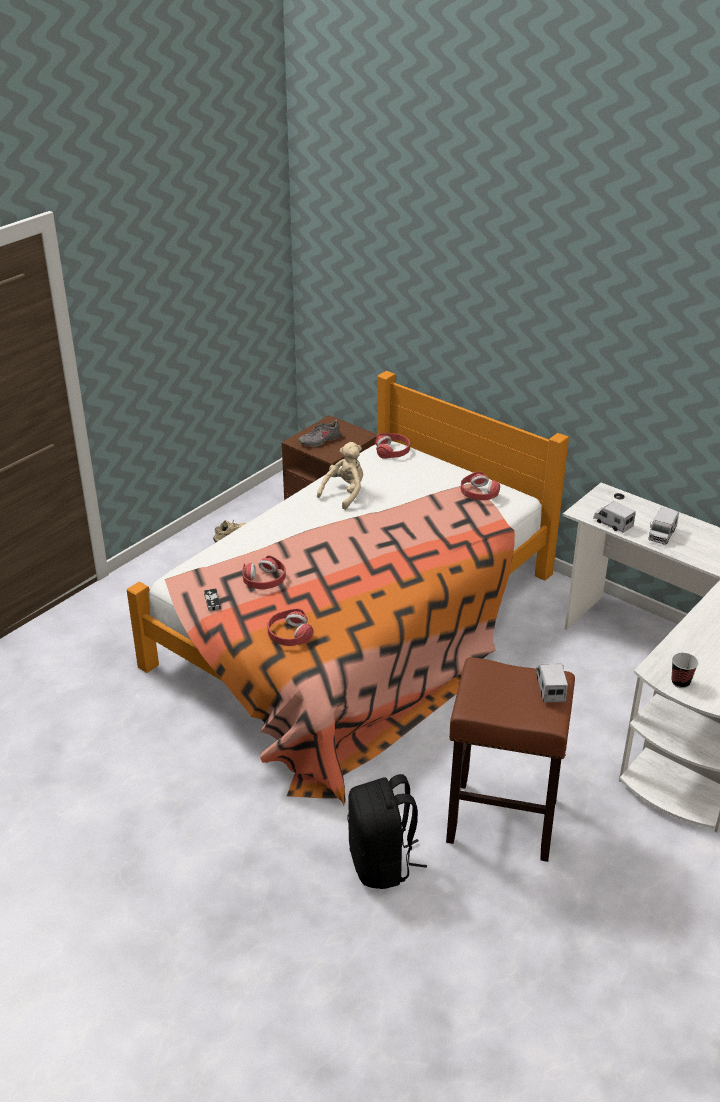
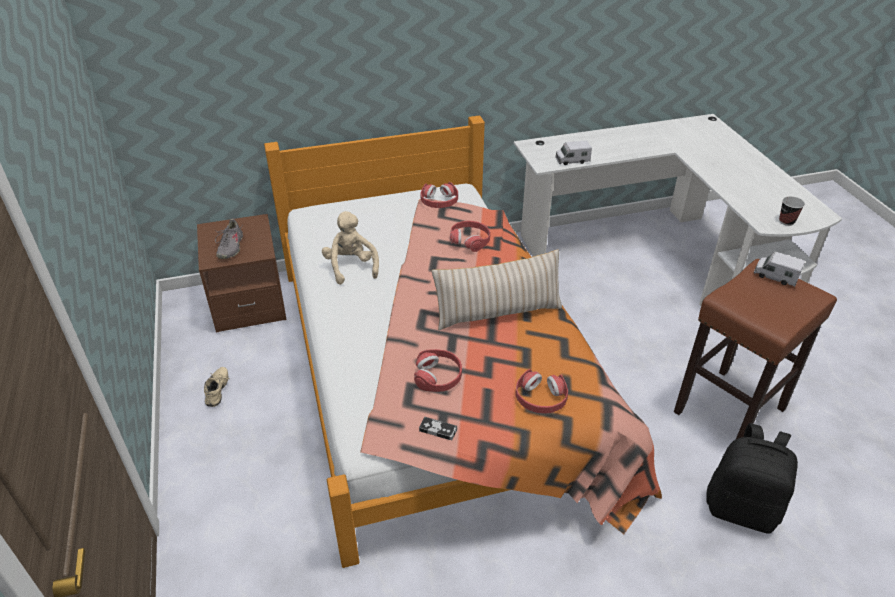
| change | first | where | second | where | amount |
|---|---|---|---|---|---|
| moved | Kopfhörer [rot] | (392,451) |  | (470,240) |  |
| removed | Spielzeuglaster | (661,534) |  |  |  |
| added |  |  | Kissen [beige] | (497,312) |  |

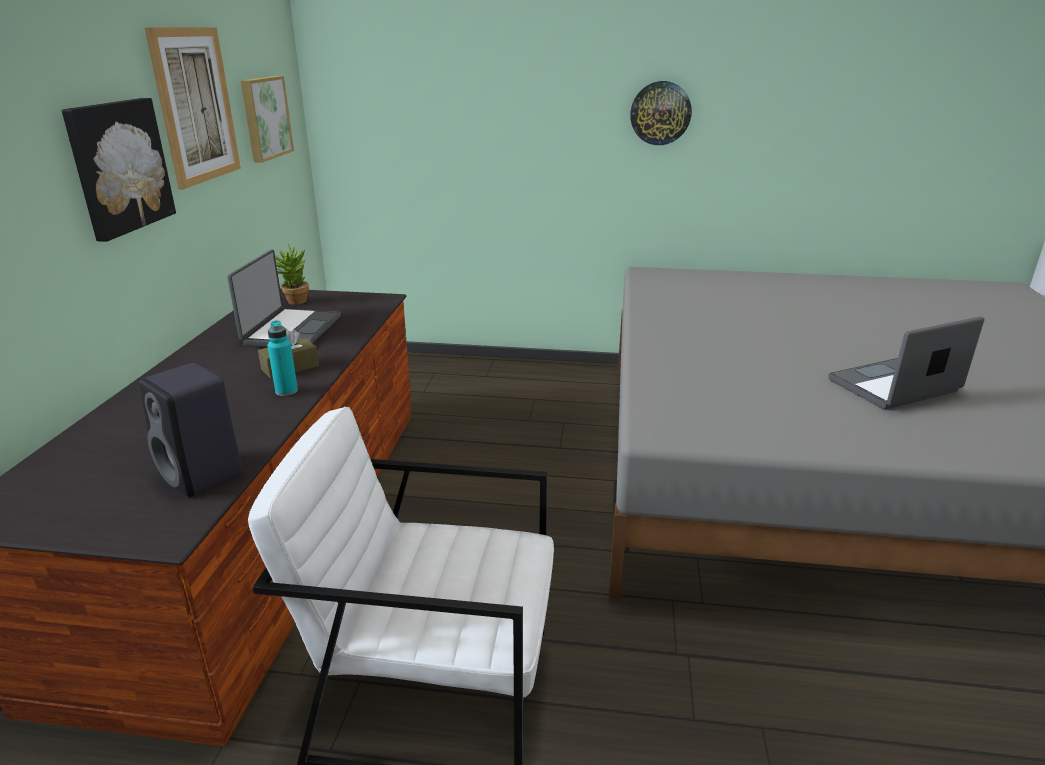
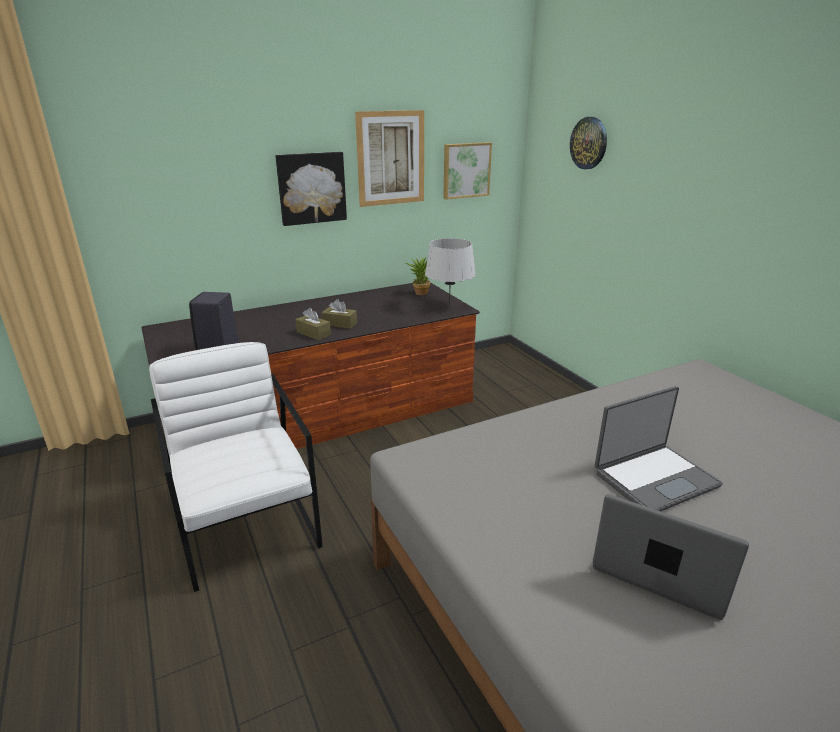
| change | first | where | second | where | amount |
|---|---|---|---|---|---|
| moved | Wanduhr | (660,113) |  | (589,143) |  |
| moved | Laptop | (291,330) |  | (654,478) |  |
| replaced | Flasche [türkis] | (286,391) | Taschentuchbox [braun] | (313,333) |  |
| added |  |  | Tischlampe [grau] | (449,305) |  |

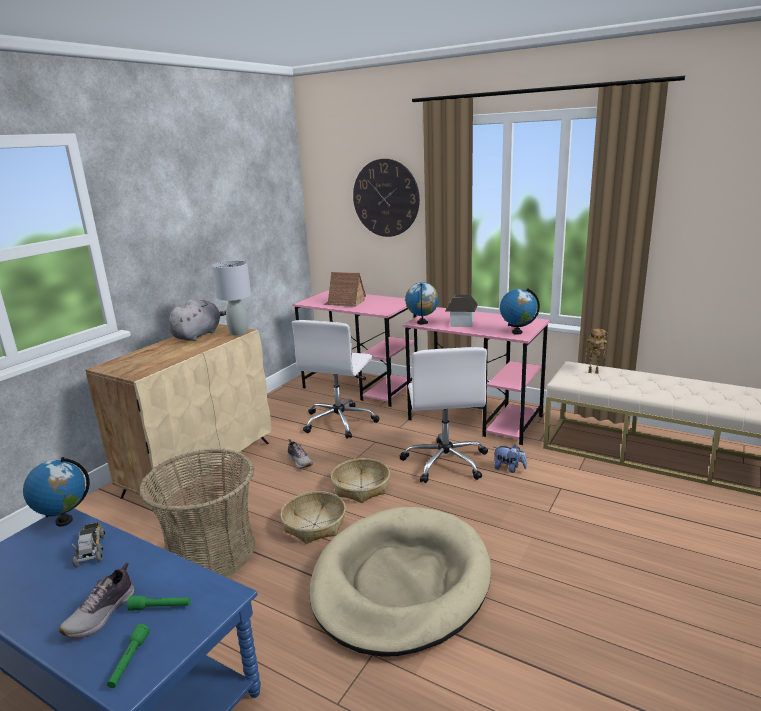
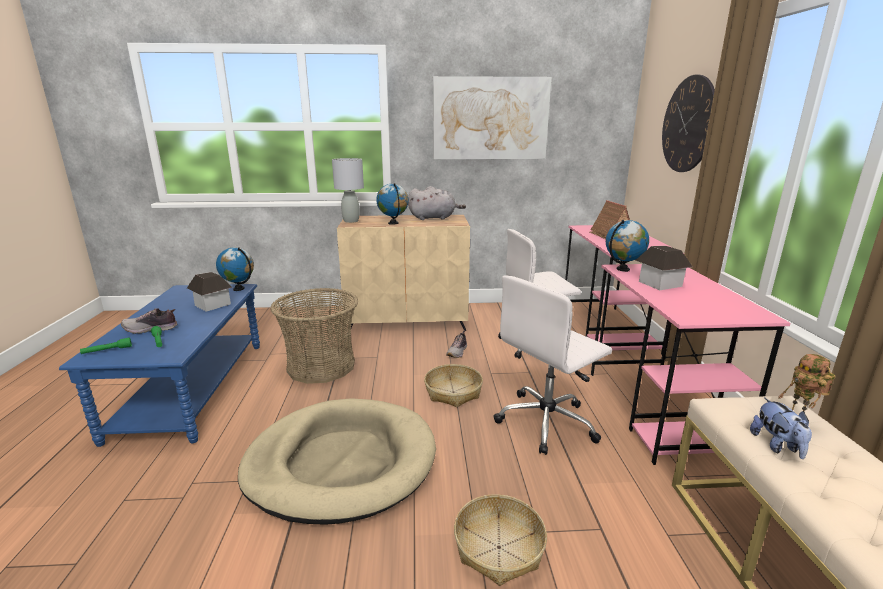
| change | first | where | second | where | amount |
|---|---|---|---|---|---|
| moved | Tischlampe [grau] | (239,333) |  | (351,221) |  |
| moved | Globus | (517,332) |  | (393,223) |  |
| moved | Plüschtier | (509,469) |  | (777,446) |  |
| moved | Korb | (315,524) |  | (499,547) |  |
| replaced | Spielzeuglaster | (91,549) | Spielzeughaus | (212,304) |  |
| added |  |  | Bild | (490,119) |  |

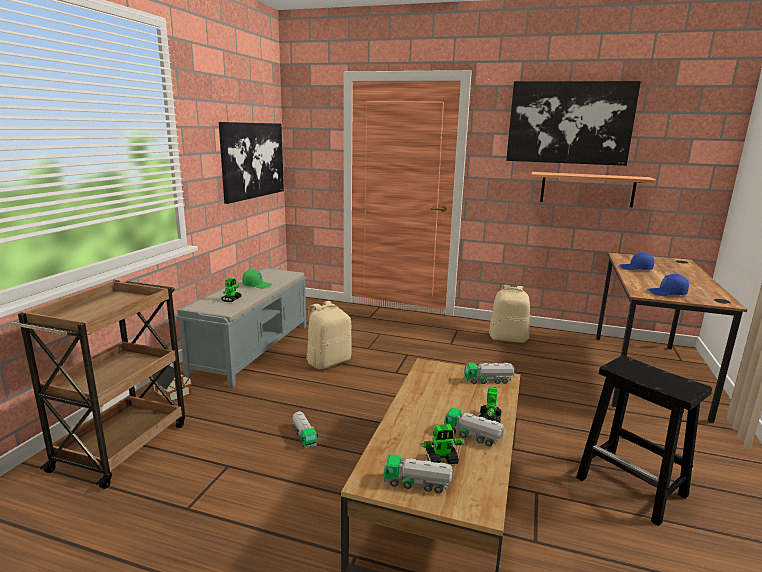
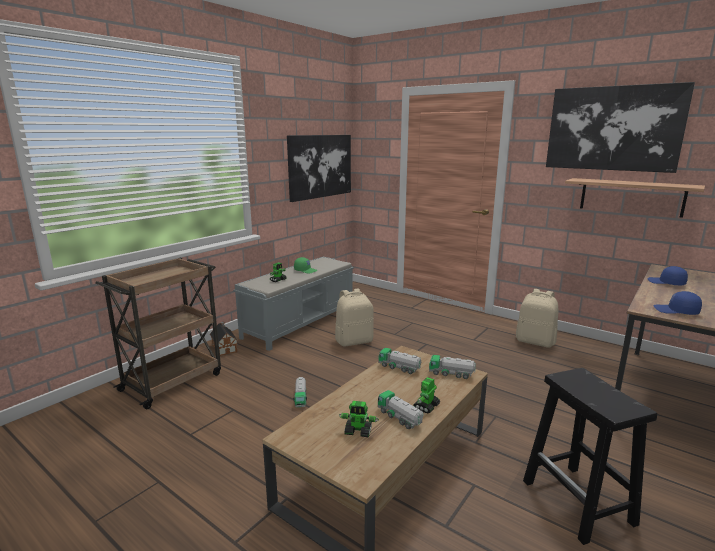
| change | first | where | second | where | amount |
|---|---|---|---|---|---|
| moved | Spielzeuglaster | (417,483) |  | (399,368) |  |

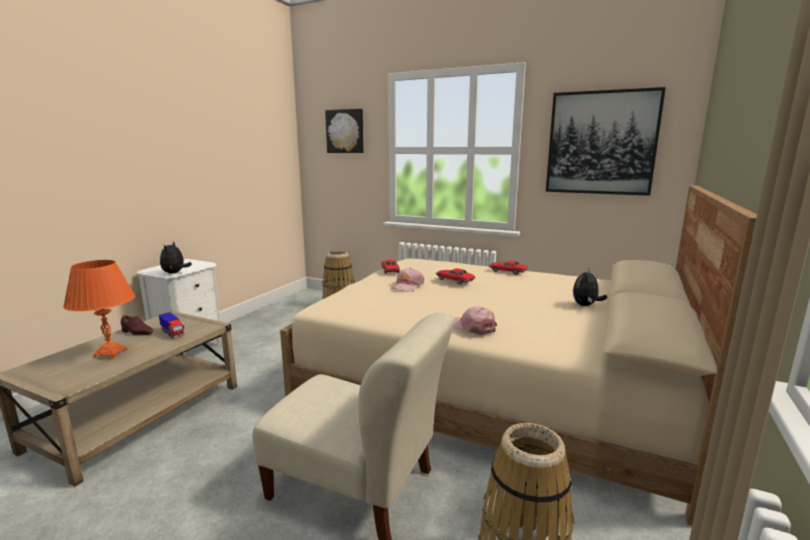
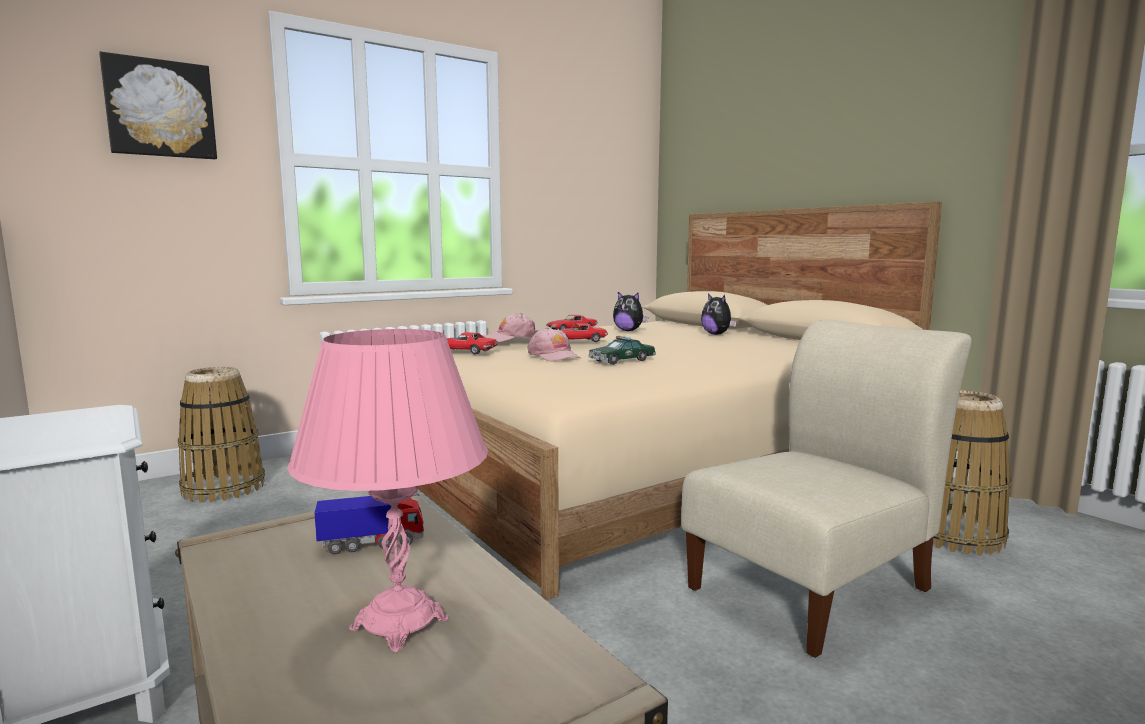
| change | first | where | second | where | amount |
|---|---|---|---|---|---|
| removed | Bild | (601,143) |  |  |  |
| moved | Plüschtier | (175,273) |  | (628,331) |  |
| recoloured | Tischlampe [orange] | (110,353) | Tischlampe [rosa] | (400,624) |  |
| moved | Kappe [rosa] | (472,327) |  | (511,338) |  |
| removed | Schuh [braun] | (137,332) |  |  |  |
| added |  |  | Spielzeugauto | (622,360) |  |

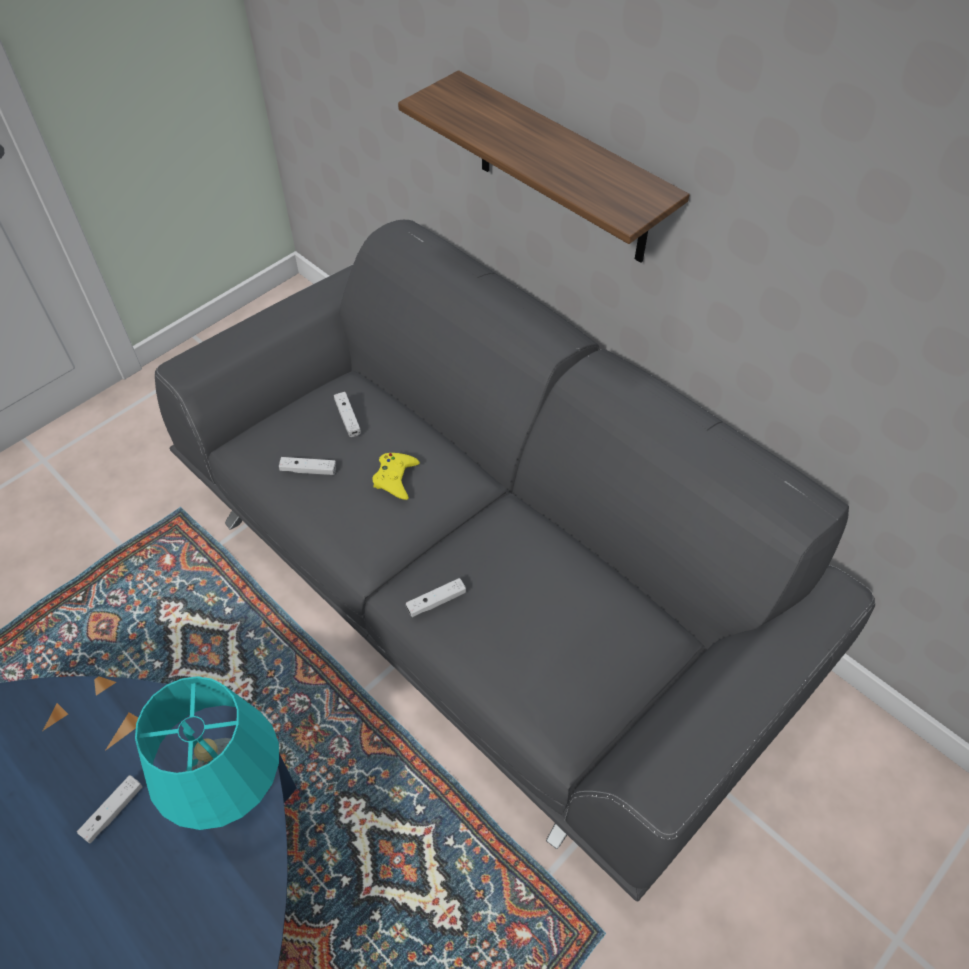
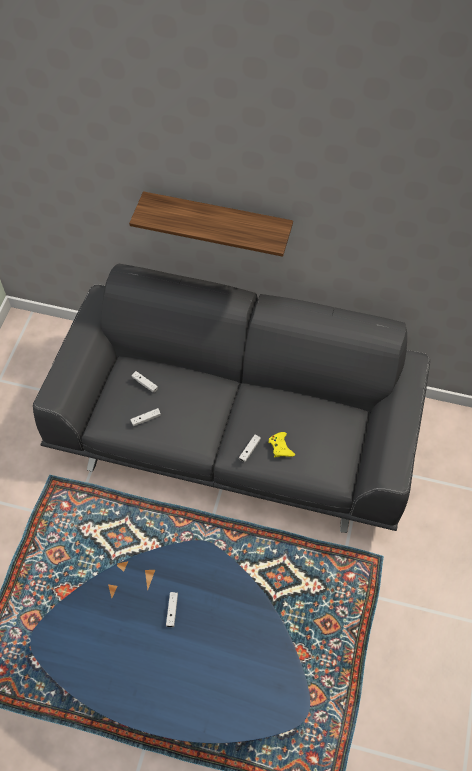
| change | first | where | second | where | amount |
|---|---|---|---|---|---|
| moved | Gamepad [gelb] | (395,478) |  | (280,447) |  |
| removed | Tischlampe [türkis] | (233,793) |  |  |  |

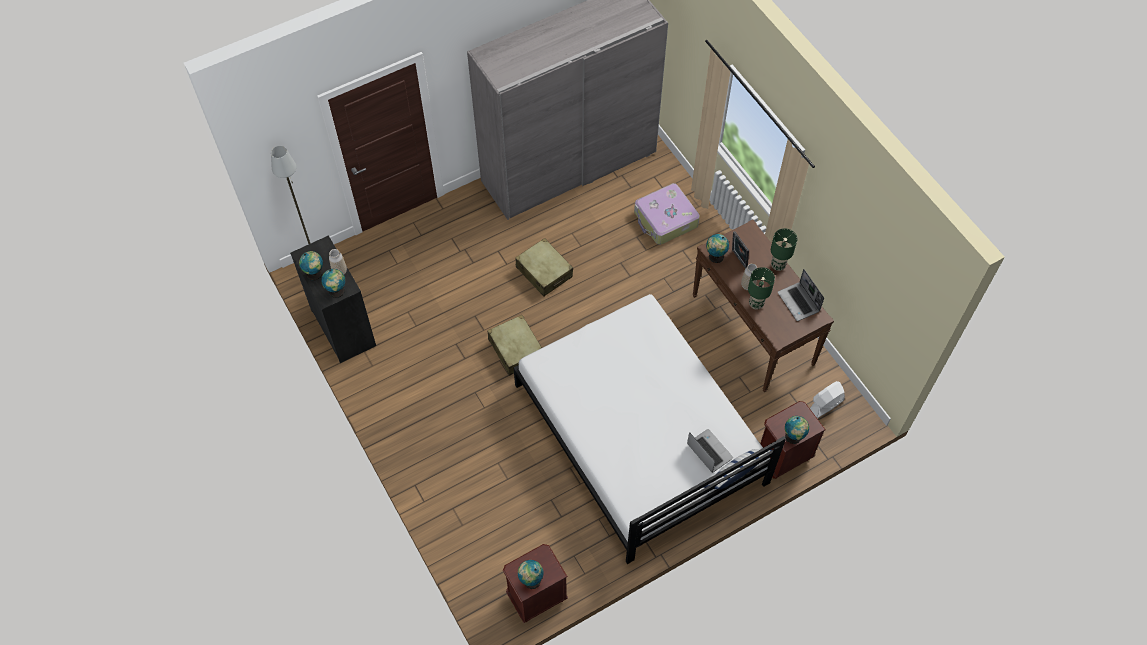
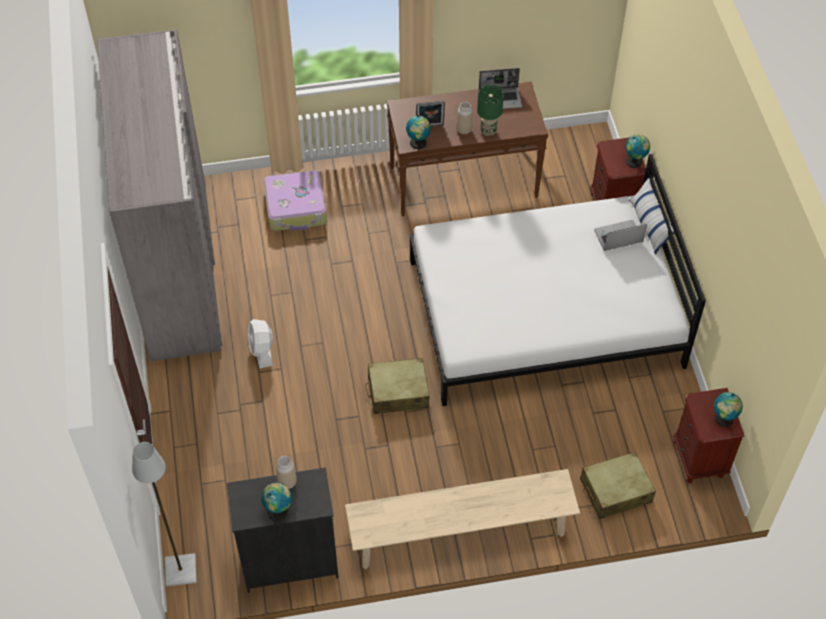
| change | first | where | second | where | amount |
|---|---|---|---|---|---|
| removed | Tischlampe [grün] | (777,265) |  |  |  |
| moved | Koffer [beige] | (544,272) |  | (615,491) |  |
| removed | Globus | (337,292) |  |  |  |
| moved | Ventilator [weiß] | (825,405) |  | (262,351) |  |
| added |  |  | Bank [beige] | (460,534) |  |

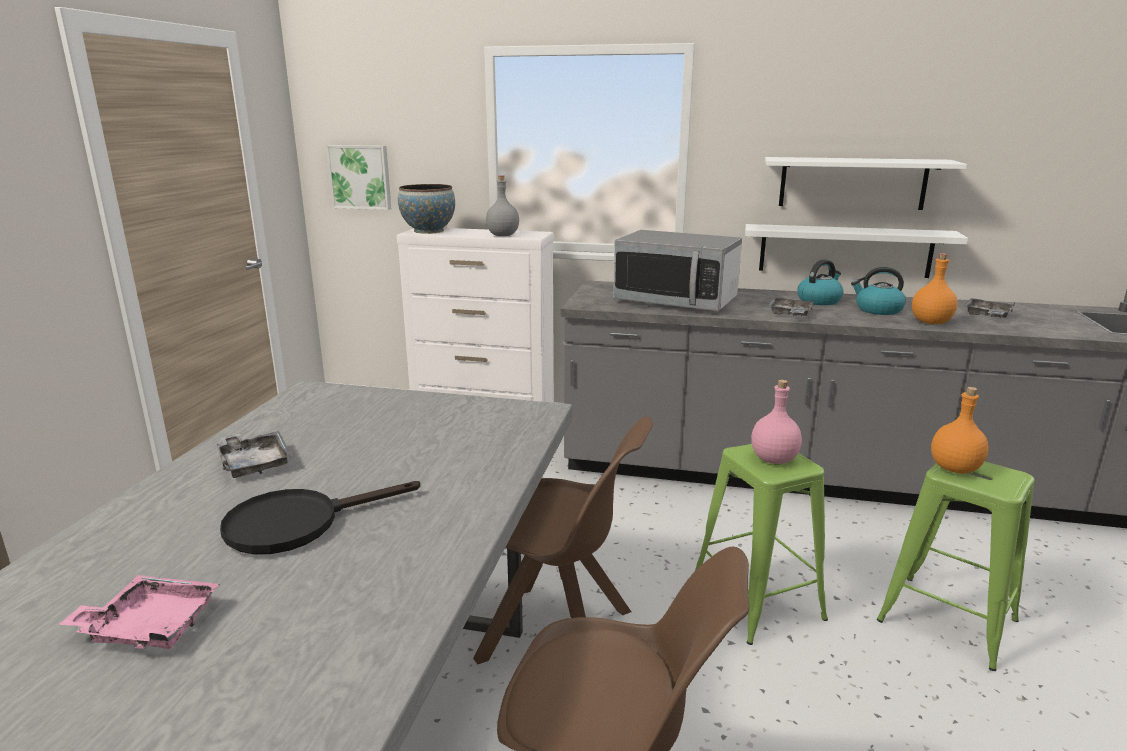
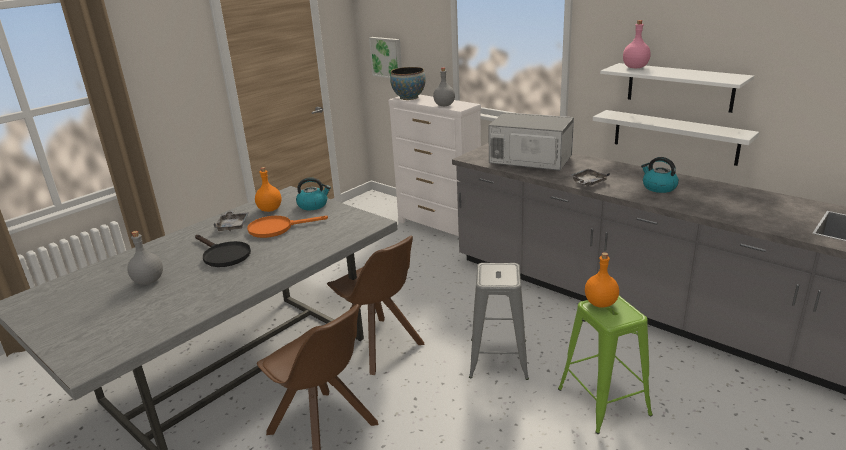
| change | first | where | second | where | amount |
|---|---|---|---|---|---|
| turned | Mikrowelle | (676,301) |  | (530,162) | 150 degrees clockwise |
| moved | Flasche [orange] | (930,322) |  | (270,209) |  |
| moved | Wasserkessel | (819,300) |  | (313,205) |  |
| removed | Tablett [grau] | (987,316) |  |  |  |
| moved | Flasche [rosa] | (773,460) |  | (635,67) |  |
| recoloured | Hocker [grün] | (755,600) | Hocker [grau] | (498,358) |  |
| turned | Pfanne [schwarz] | (298,523) |  | (223,255) | 135 degrees counterclockwise |
| replaced | Tablett [rosa] | (150,626) | Flasche [grau] | (148,281) |  |
| added |  |  | Pfanne [orange] | (277,228) |  |

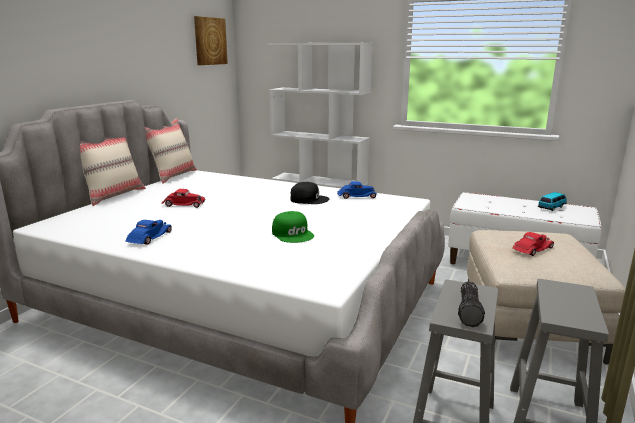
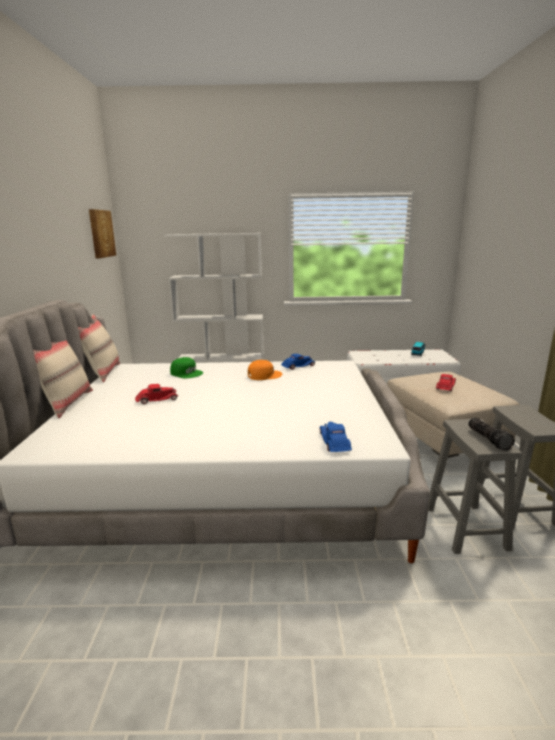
| change | first | where | second | where | amount |
|---|---|---|---|---|---|
| recoloured | Kappe [schwarz] | (309,199) | Kappe [orange] | (264,375) |  |
| moved | Kappe [grün] | (293,234) |  | (187,373) |  |
| moved | Spielzeugauto [blau] | (149,237) |  | (334,442) |  |

